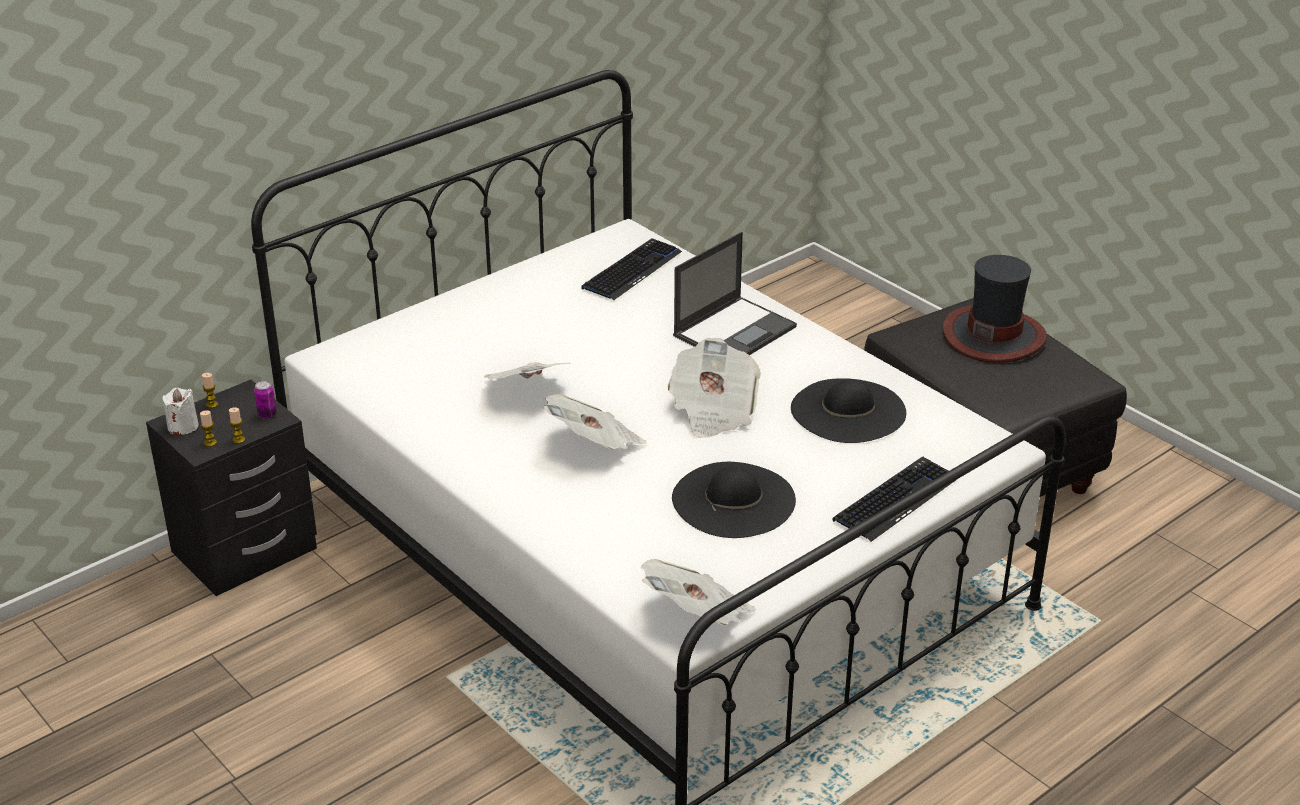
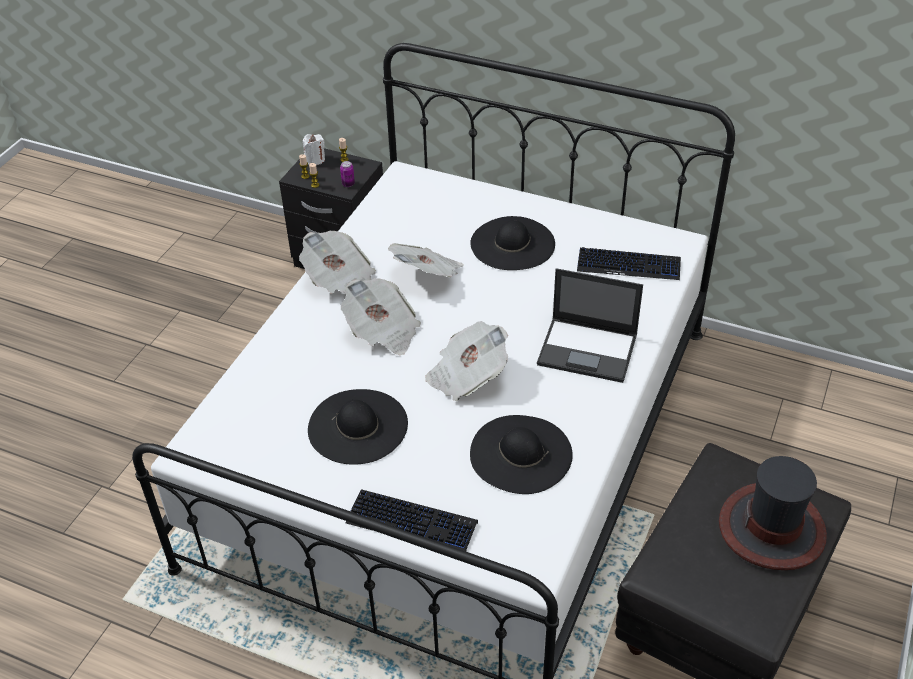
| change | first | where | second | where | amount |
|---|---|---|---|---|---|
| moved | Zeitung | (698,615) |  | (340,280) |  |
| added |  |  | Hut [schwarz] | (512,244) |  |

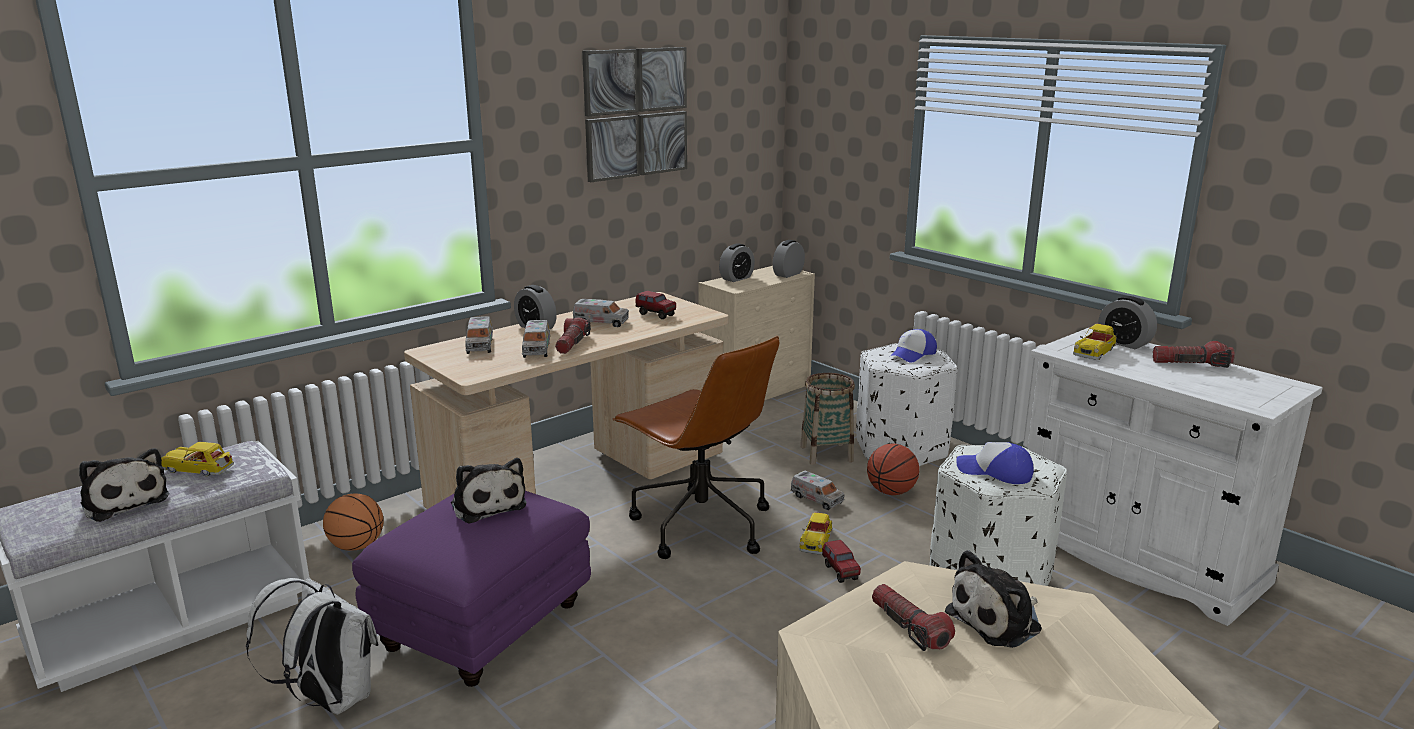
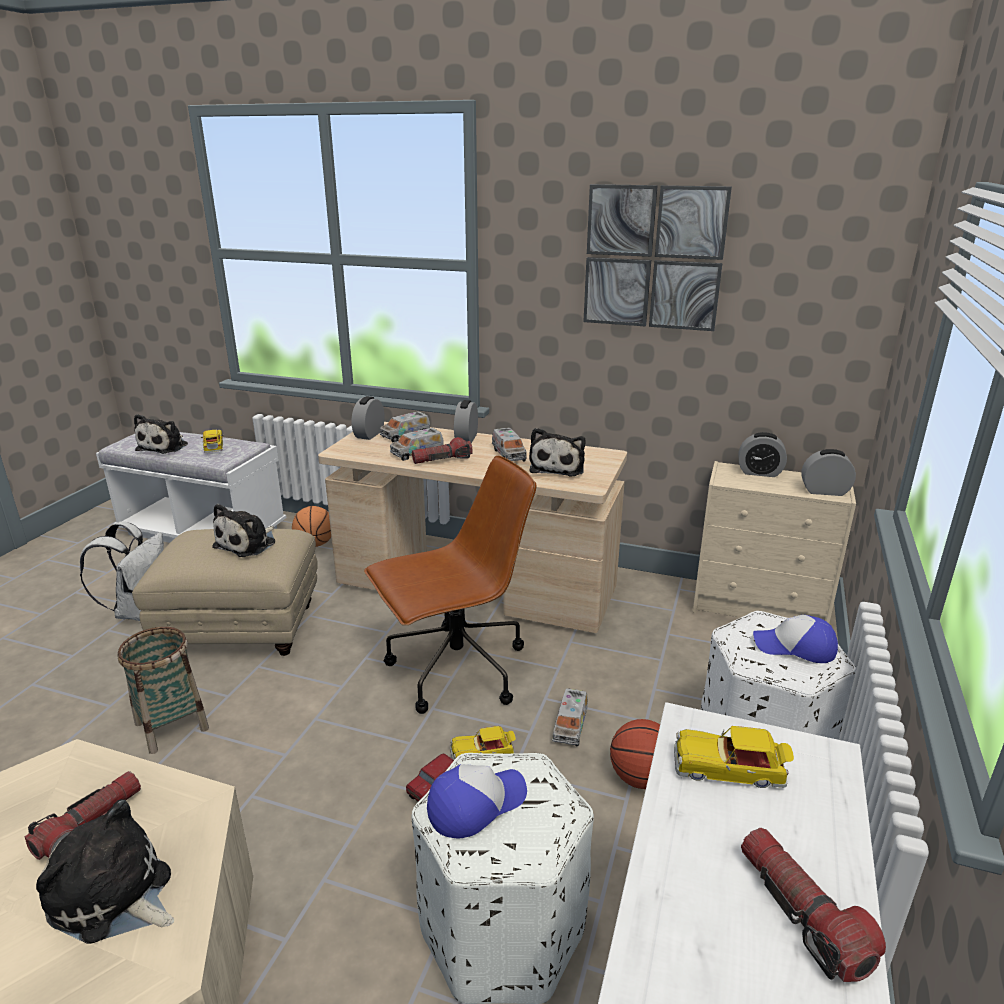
| change | first | where | second | where | amount |
|---|---|---|---|---|---|
| replaced | Spielzeuglaster | (656,314) | Plüschtier | (558,467) |  |
| moved | Wecker | (1124,343) |  | (369,434) |  |
| turned | Bürostuhl [braun] | (699,525) |  | (455,671) | 135 degrees counterclockwise |
| moved | Korb | (826,453) |  | (172,726) |  |
| turned | Kappe | (995,472) |  | (475,804) | 60 degrees clockwise |
| recoloured | Polsterhocker [lila] | (485,626) | Polsterhocker [beige] | (243,630) |  |

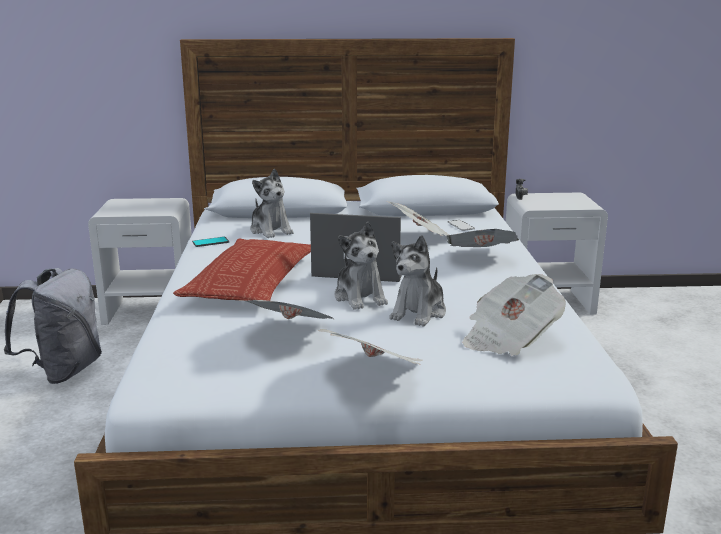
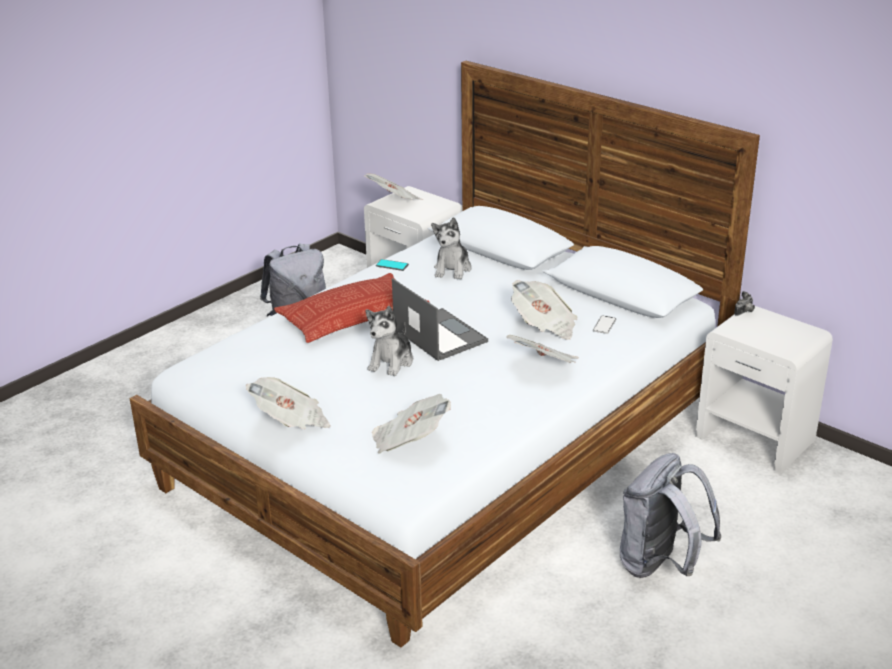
| change | first | where | second | where | amount |
|---|---|---|---|---|---|
| removed | Plüschtier | (419,312) |  |  |  |
| moved | Zeitung | (292,334) |  | (394,201) |  |
| added |  |  | Rucksack [grau] | (660,565) |  |

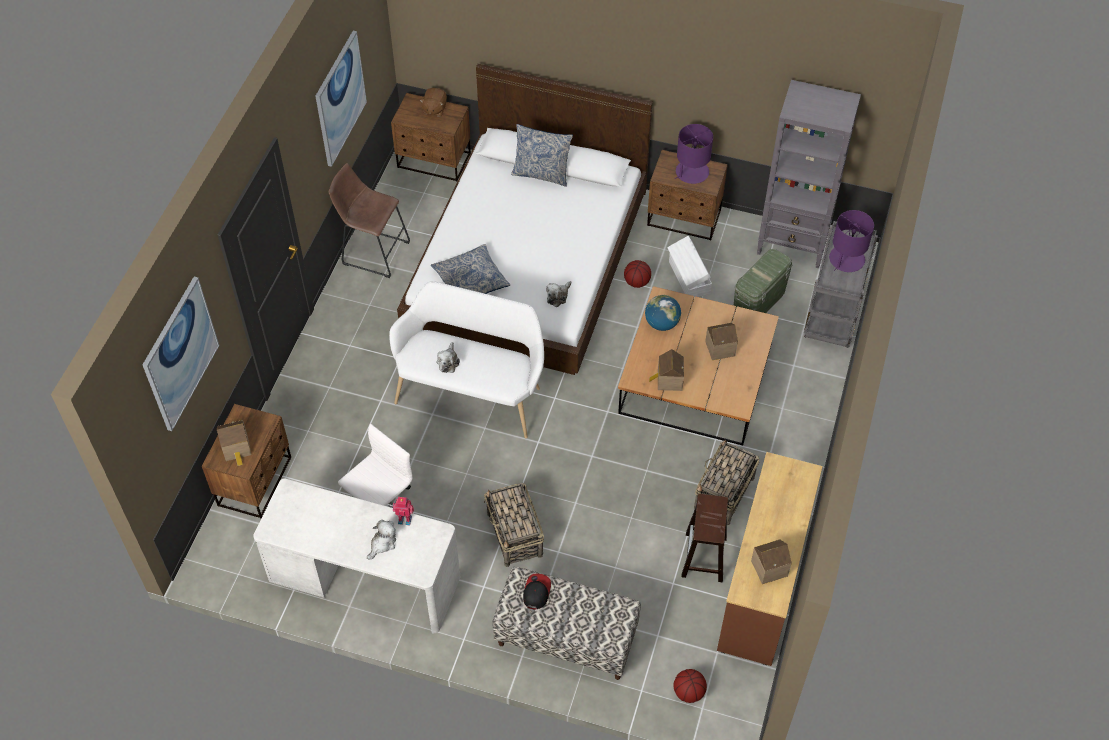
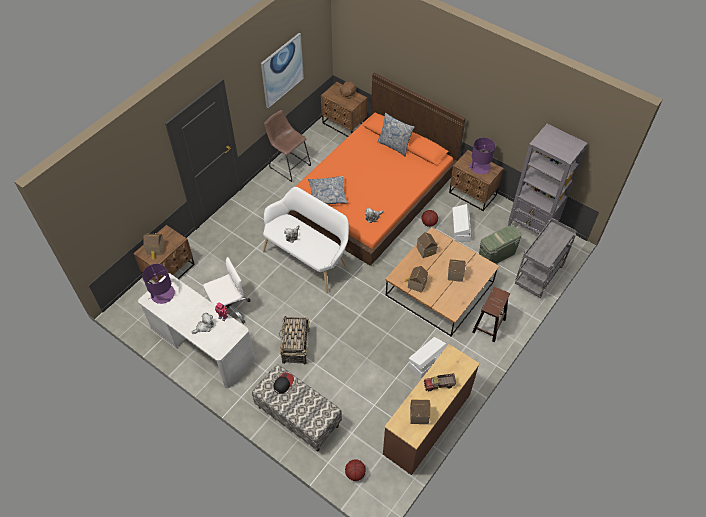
| change | first | where | second | where | amount |
|---|---|---|---|---|---|
| recoloured | Bett [weiß] | (528,259) | Bett [orange] | (372,193) |  |
| moved | Tischlampe [lila] | (846,259) |  | (162,294) |  |
| removed | Bild | (180,354) |  |  |  |
| replaced | Globus | (661,323) | Spielzeughaus | (427,250) |  |
| replaced | Korb | (723,494) | Aufbewahrungsbox [weiß] | (427,362) |  |
| moved | Hocker [braun] | (704,558) |  | (488,326) |  |
| added |  |  | Spielzeuglaster | (439,385) |  |

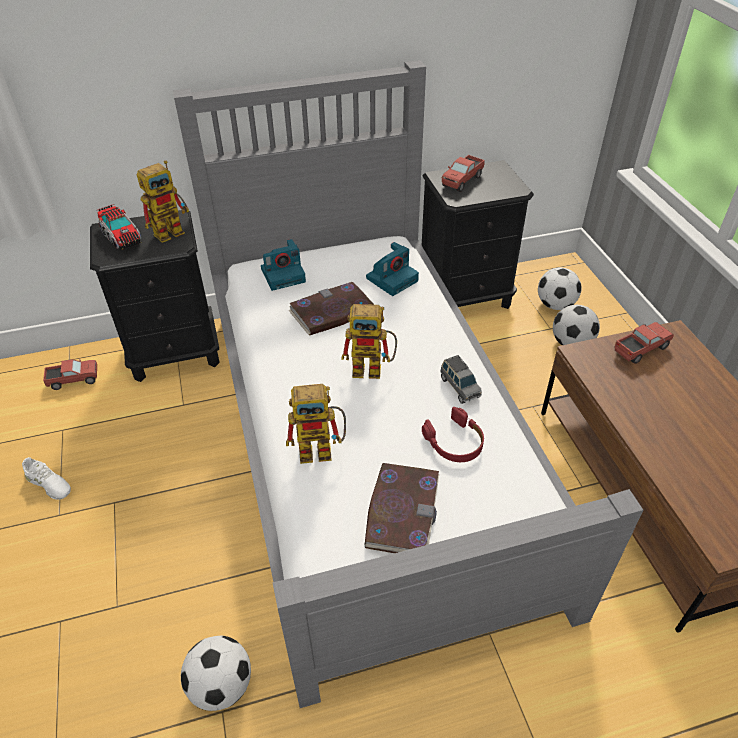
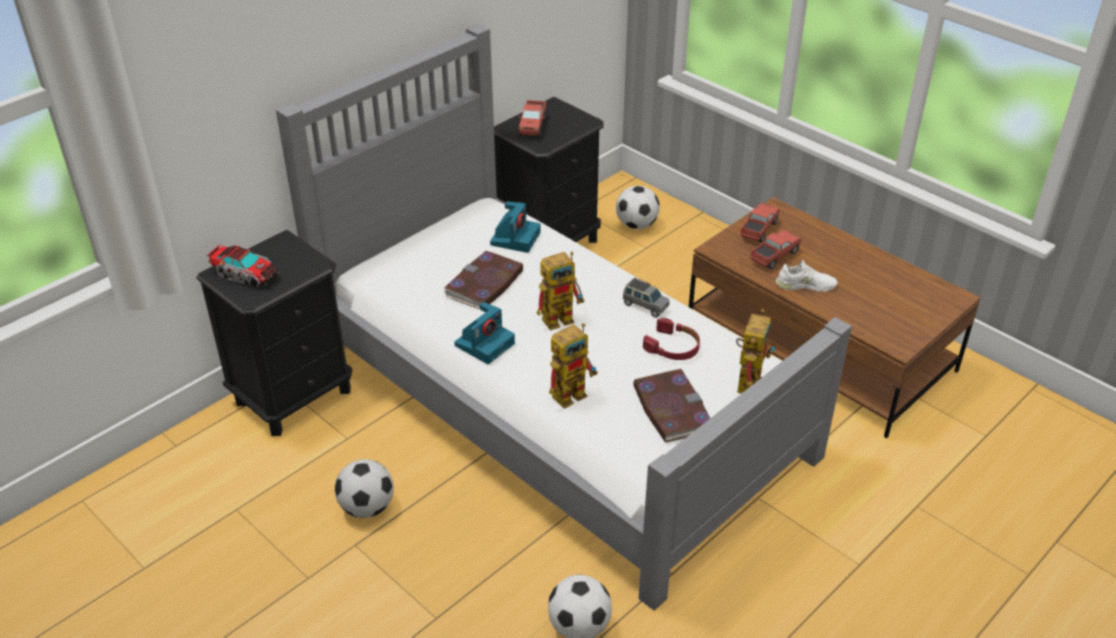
| change | first | where | second | where | amount |
|---|---|---|---|---|---|
| moved | Spielzeugroboter | (173,230) |  | (748,379) |  |
| moved | Kamera | (284,275) |  | (485,343) |  |
| moved | Fußball | (571,343) |  | (367,507) |  |
| moved | Spielzeuglaster | (74,380) |  | (774,257) |  |
| moved | Schuh [weiß] | (48,484) |  | (805,285) |  |

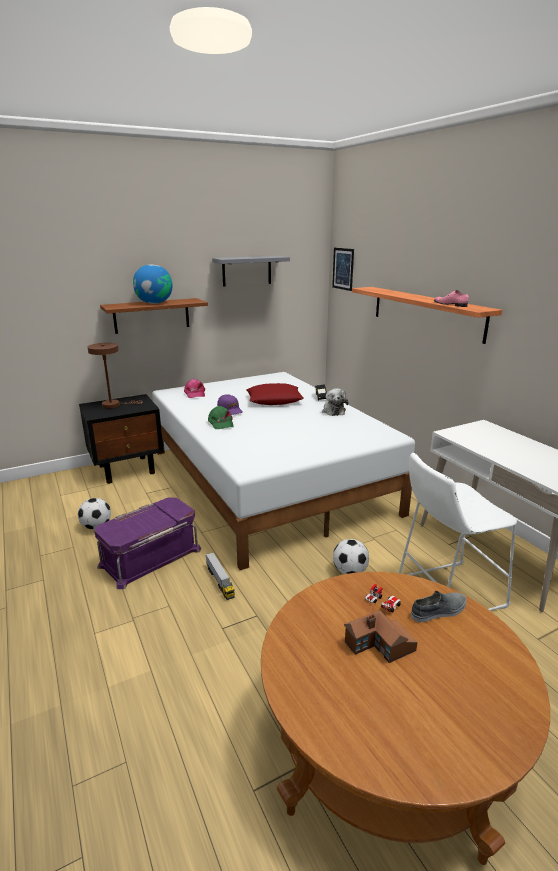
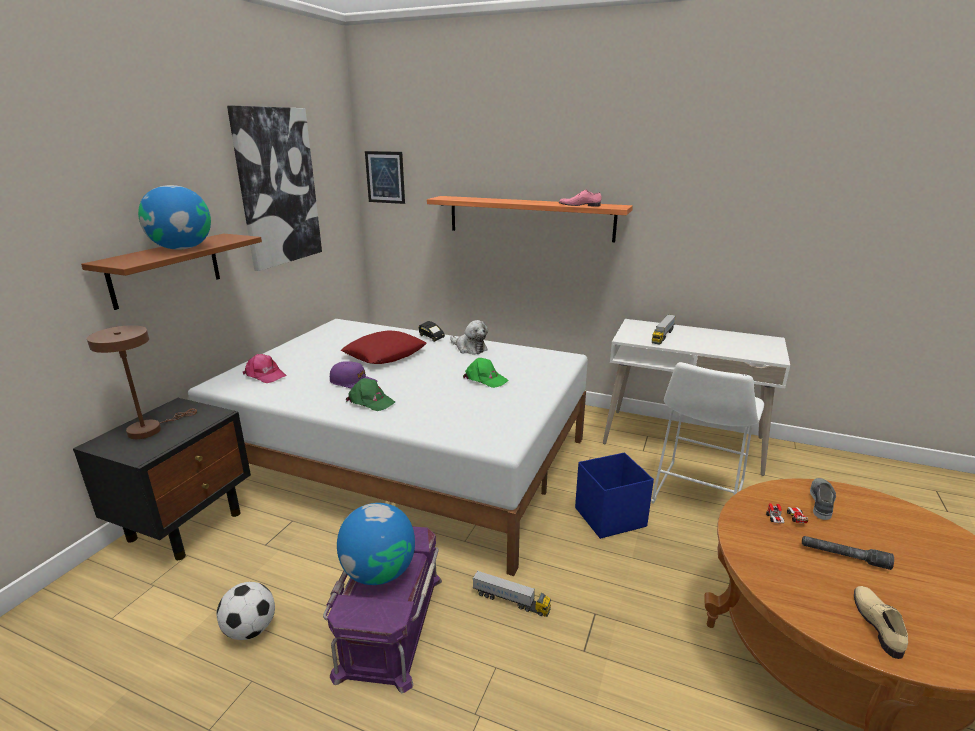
| change | first | where | second | where | amount |
|---|---|---|---|---|---|
| replaced | Wandregal [grau] | (247,271) | Bild | (277,187) |  |
| replaced | Fußball | (349,571) | Aufbewahrungsbox [blau] | (609,517) |  |
| replaced | Spielzeughaus | (379,645) | Taschenlampe [grau] | (843,556) |  |
| added |  |  | Spielzeuglaster | (663,336) |  |
| added |  |  | Kappe [grün] | (485,379) |  |
| added |  |  | Globus | (379,572) |  |
| added |  |  | Schuh [beige] | (878,623) |  |

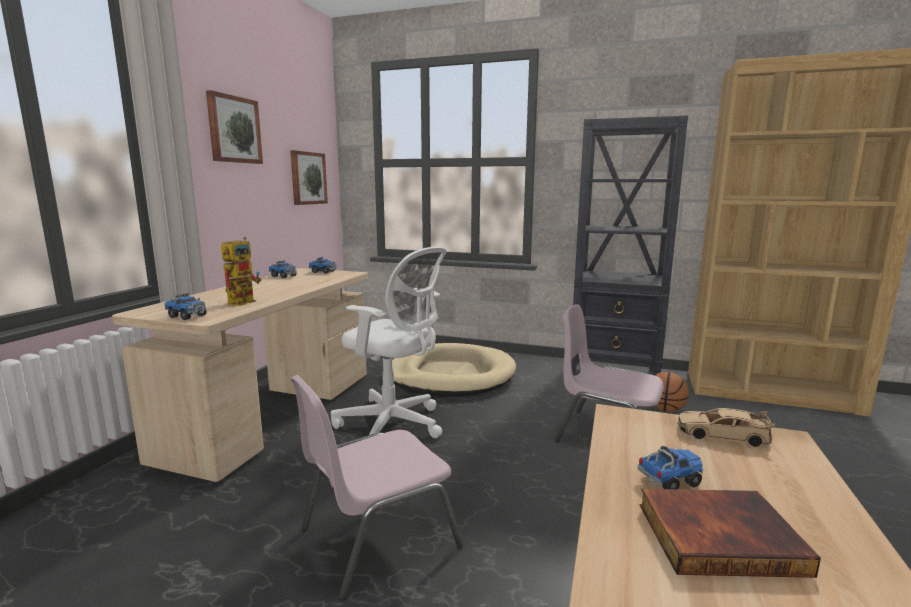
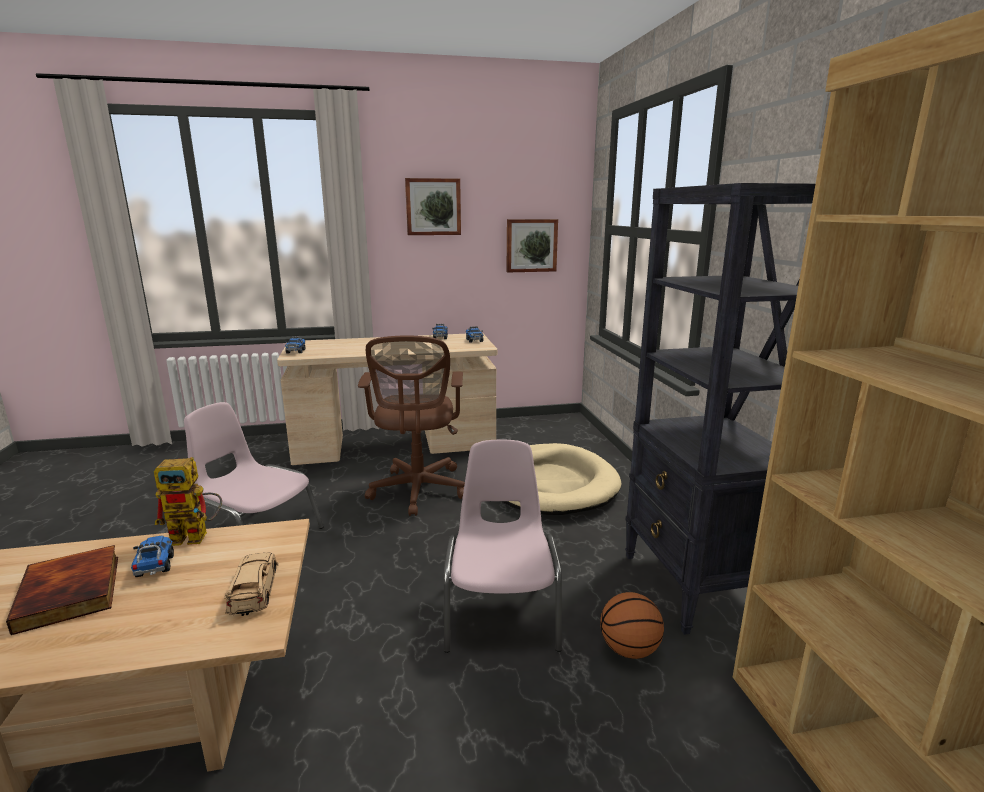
| change | first | where | second | where | amount |
|---|---|---|---|---|---|
| moved | Spielzeugroboter | (244,301) |  | (197,536) |  |
| recoloured | Bürostuhl [weiß] | (394,425) | Bürostuhl [braun] | (418,492) |  |
| turned | Spielzeuglaster | (670,481) |  | (155,567) | 150 degrees counterclockwise |

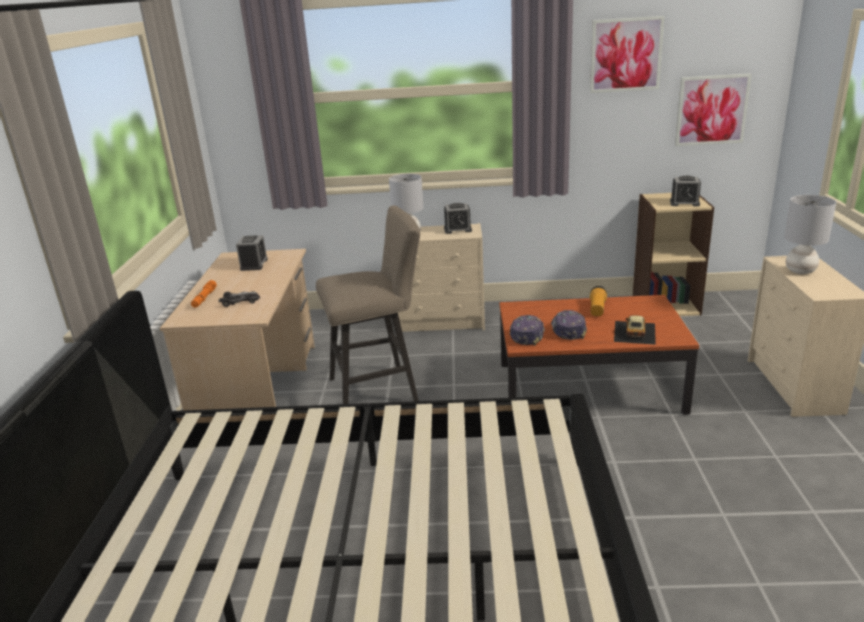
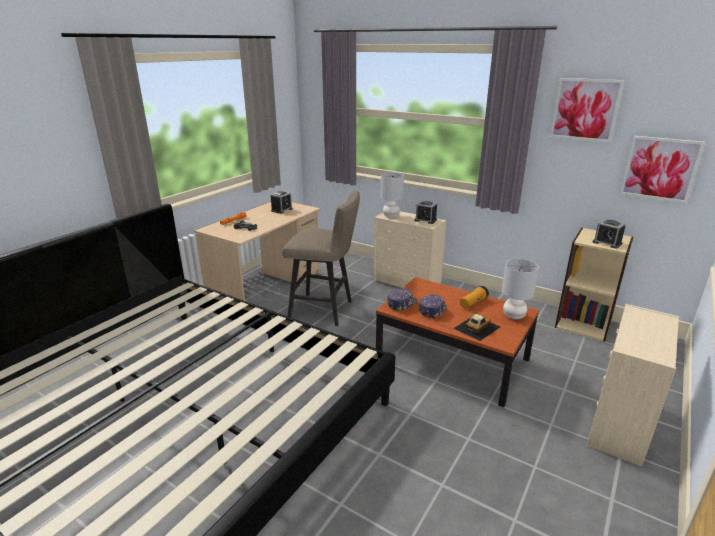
| change | first | where | second | where | amount |
|---|---|---|---|---|---|
| moved | Tischlampe [grau] | (799,271) |  | (513,316) |  |

